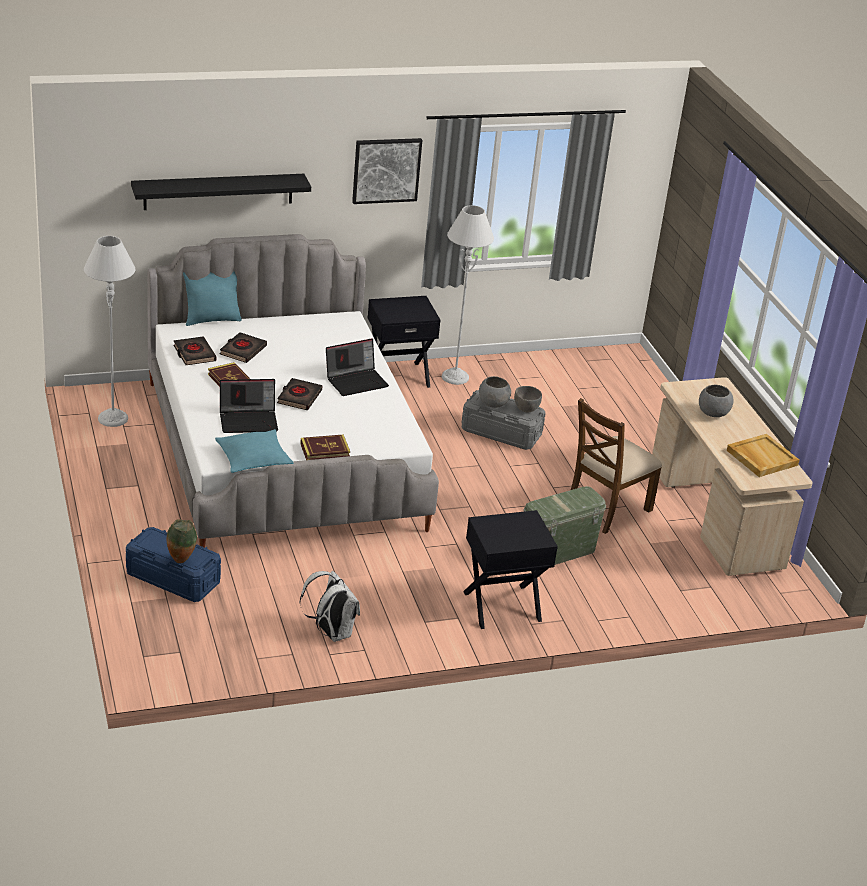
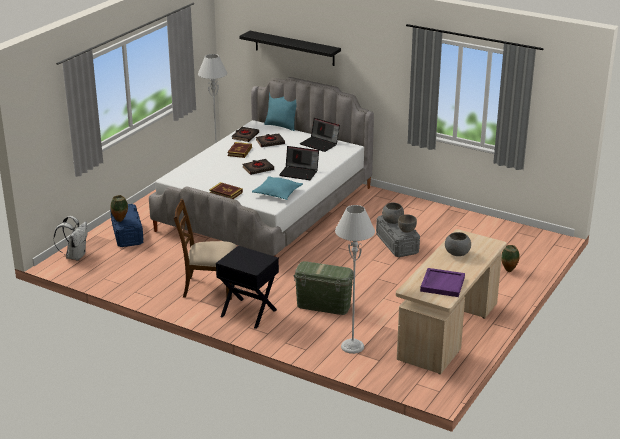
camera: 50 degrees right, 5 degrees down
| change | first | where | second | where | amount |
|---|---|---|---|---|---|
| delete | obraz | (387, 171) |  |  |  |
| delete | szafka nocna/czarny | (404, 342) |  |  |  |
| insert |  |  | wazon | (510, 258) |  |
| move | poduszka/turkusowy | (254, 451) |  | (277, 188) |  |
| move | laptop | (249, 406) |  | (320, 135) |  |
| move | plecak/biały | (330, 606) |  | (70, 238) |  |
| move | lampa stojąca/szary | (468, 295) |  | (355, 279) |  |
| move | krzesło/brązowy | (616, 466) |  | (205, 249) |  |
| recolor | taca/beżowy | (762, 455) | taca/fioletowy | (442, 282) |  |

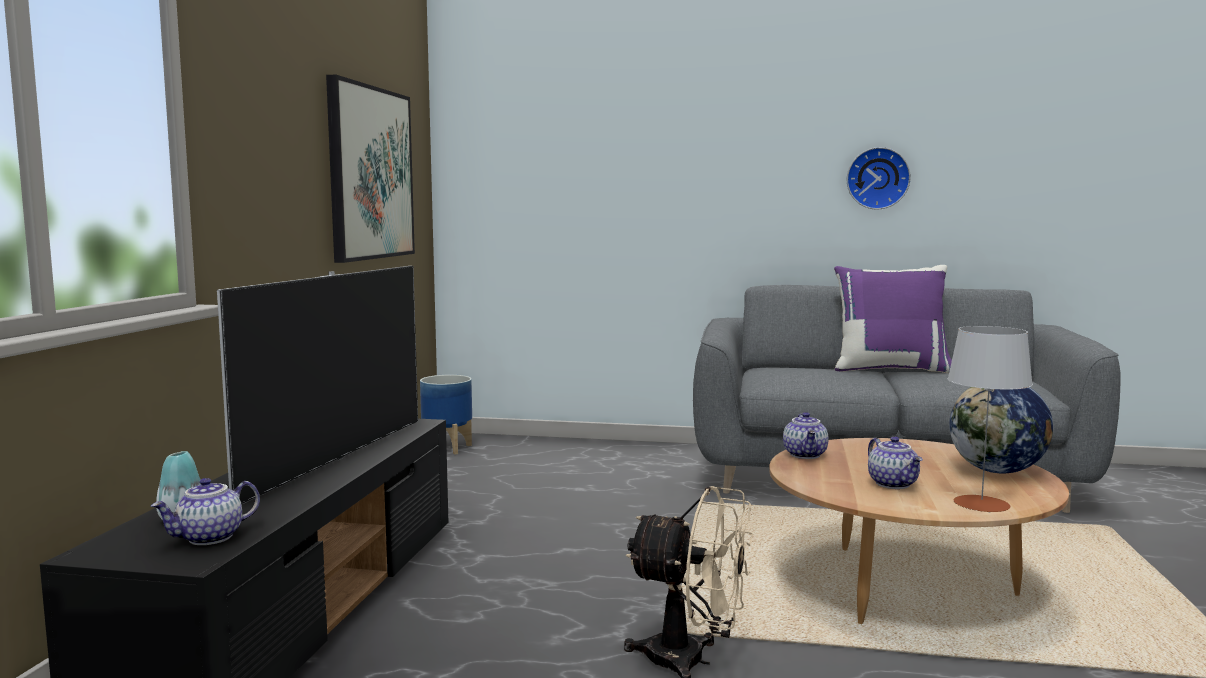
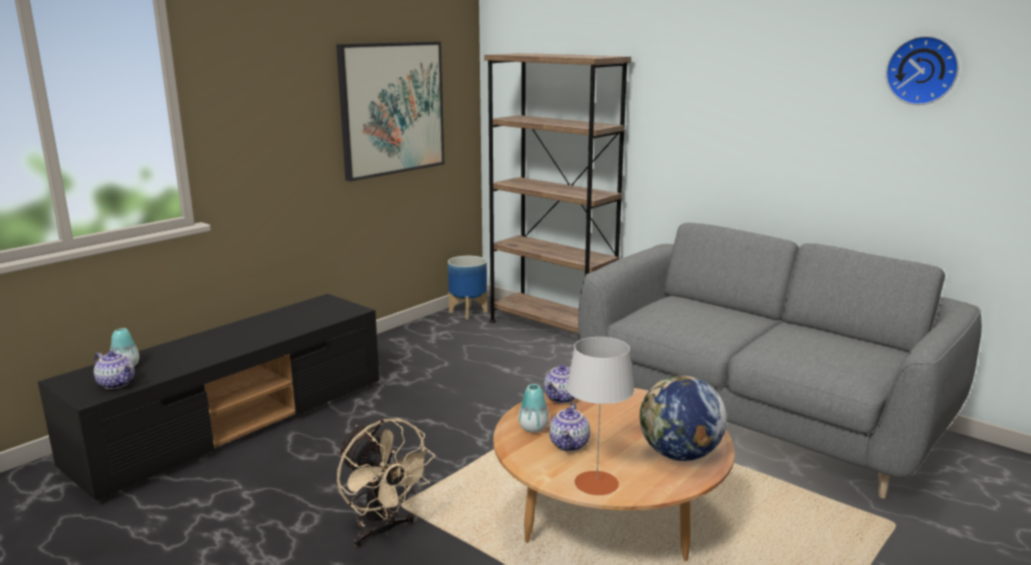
camera: 30 degrees right, 10 degrees up
| change | first | where | second | where | amount |
|---|---|---|---|---|---|
| delete | telewizor | (317, 385) |  |  |  |
| delete | poduszka/fioletowy | (893, 319) |  |  |  |
| insert |  |  | regał/brązowy | (557, 193) |  |
| insert |  |  | wazon | (534, 408) |  |
| move | zegar ścienny | (879, 178) |  | (922, 70) |  |
| rotate | imbryk | (205, 511) |  | (114, 370) | 135 degrees counterclockwise |

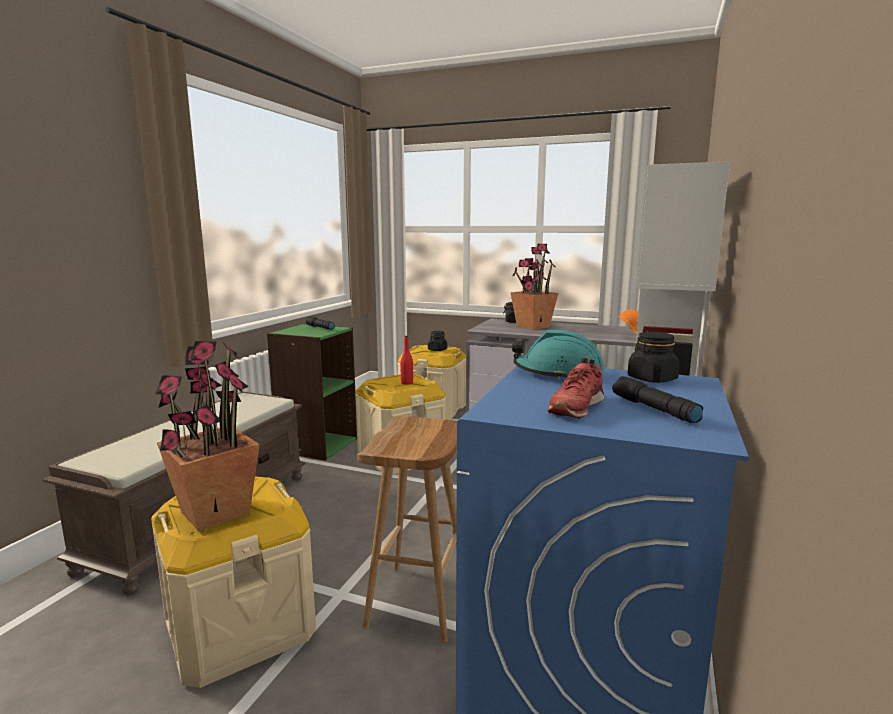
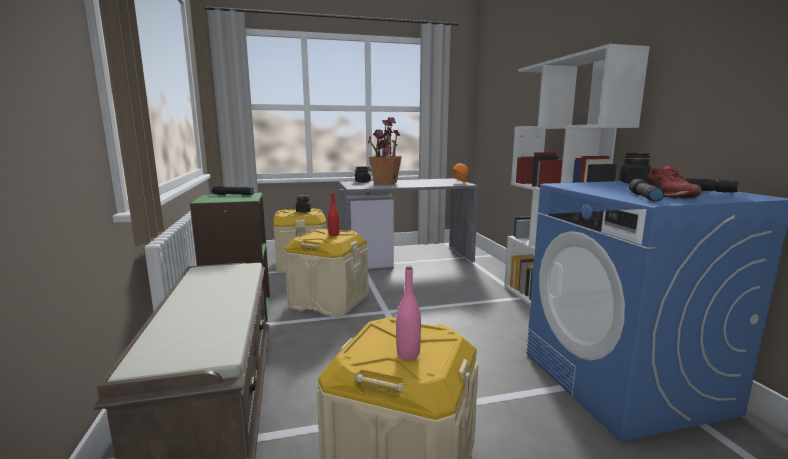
camera: 35 degrees left, 0 degrees up
| change | first | where | second | where | amount |
|---|---|---|---|---|---|
| delete | stołek/brązowy | (407, 529) |  |  |  |
| delete | kask/turkusowy | (558, 355) |  |  |  |
| insert |  |  | latarka/czarny | (646, 190) |  |
| replace | roślina doniczkowa | (207, 436) | butelka/różowy | (408, 313) |  |

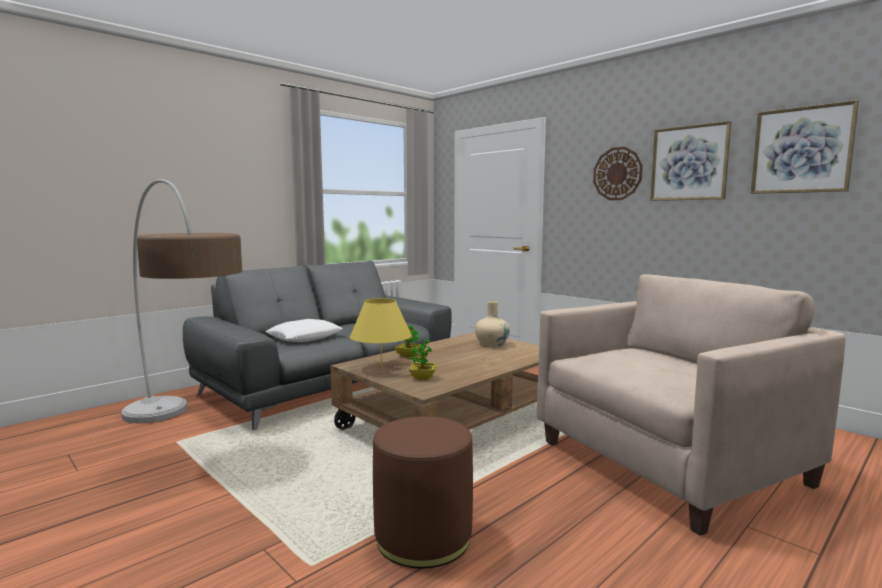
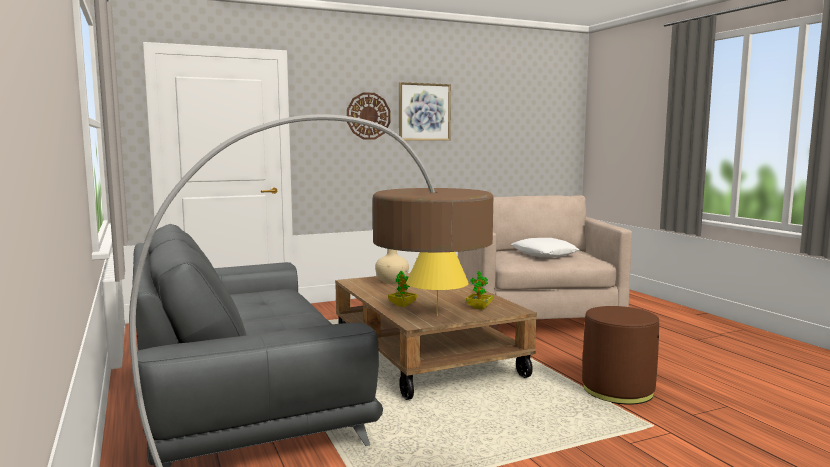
camera: 70 degrees left, 0 degrees up
| change | first | where | second | where | amount |
|---|---|---|---|---|---|
| delete | obraz | (805, 147) |  |  |  |
| move | poduszka/biały | (304, 330) |  | (545, 247) |  |

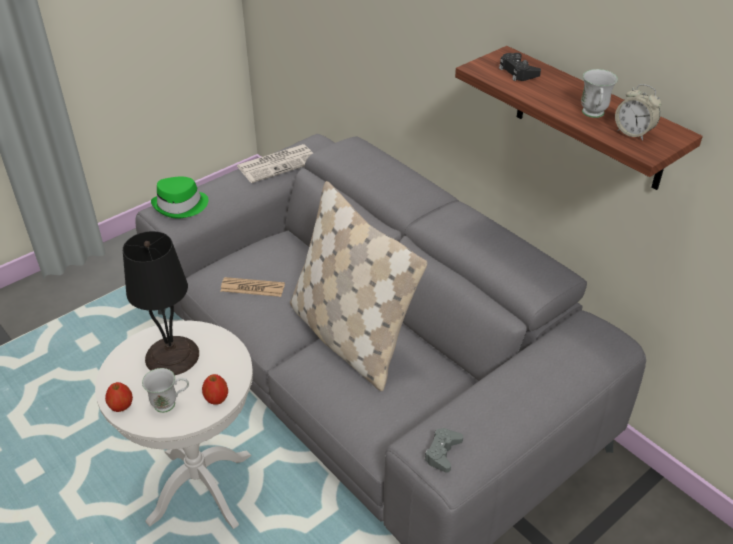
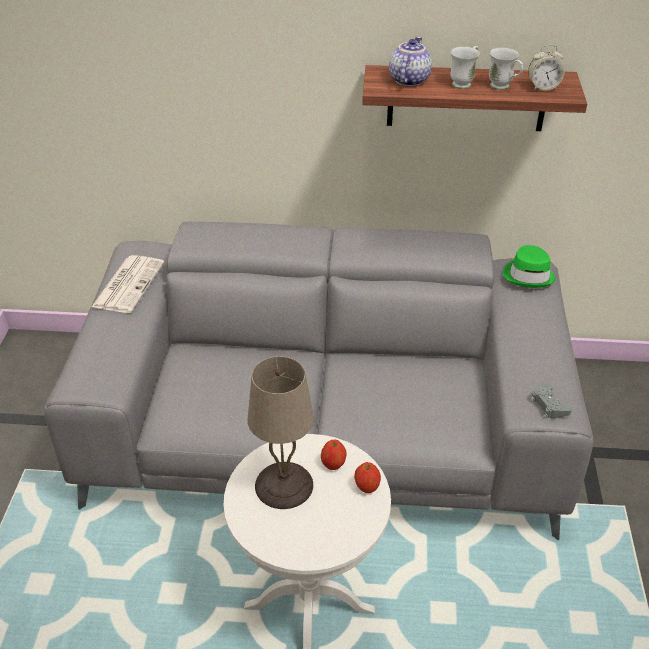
camera: 45 degrees left, 0 degrees up
| change | first | where | second | where | amount |
|---|---|---|---|---|---|
| delete | gazeta | (252, 287) |  |  |  |
| delete | poduszka/beżowy | (358, 286) |  |  |  |
| move | jabłko | (119, 397) |  | (334, 455) |  |
| move | kubek/biały | (165, 390) |  | (465, 67) |  |
| move | kapelusz/zielony | (179, 198) |  | (529, 266) |  |
| replace | pad do gier/czarny | (520, 67) | imbryk | (410, 61) |  |
| recolor | lampa stołowa/czarny | (161, 303) | lampa stołowa/beżowy | (280, 432) |  |

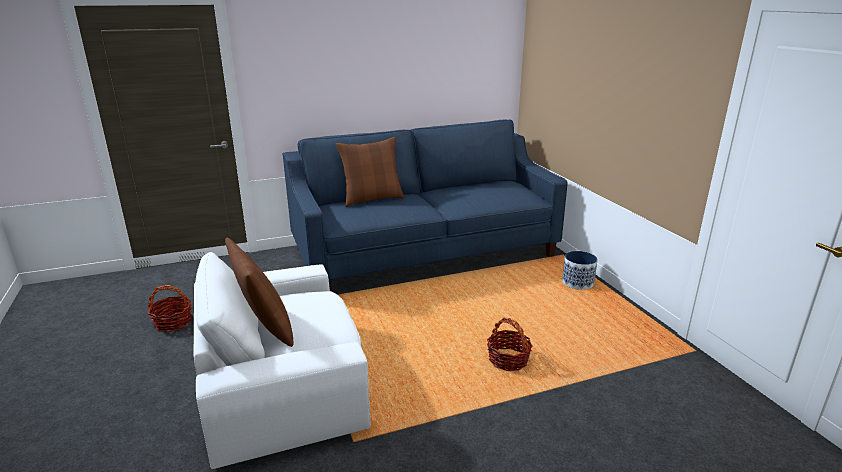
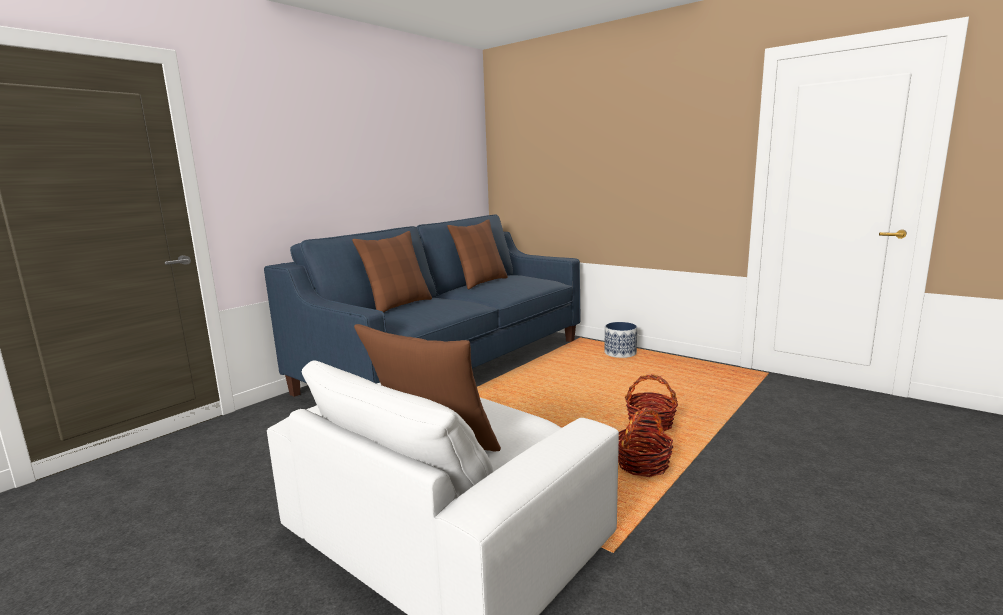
camera: 30 degrees left, 10 degrees down
| change | first | where | second | where | amount |
|---|---|---|---|---|---|
| insert |  |  | poduszka/brązowy | (477, 254) |  |
| move | koszyk | (169, 308) |  | (645, 442) |  |

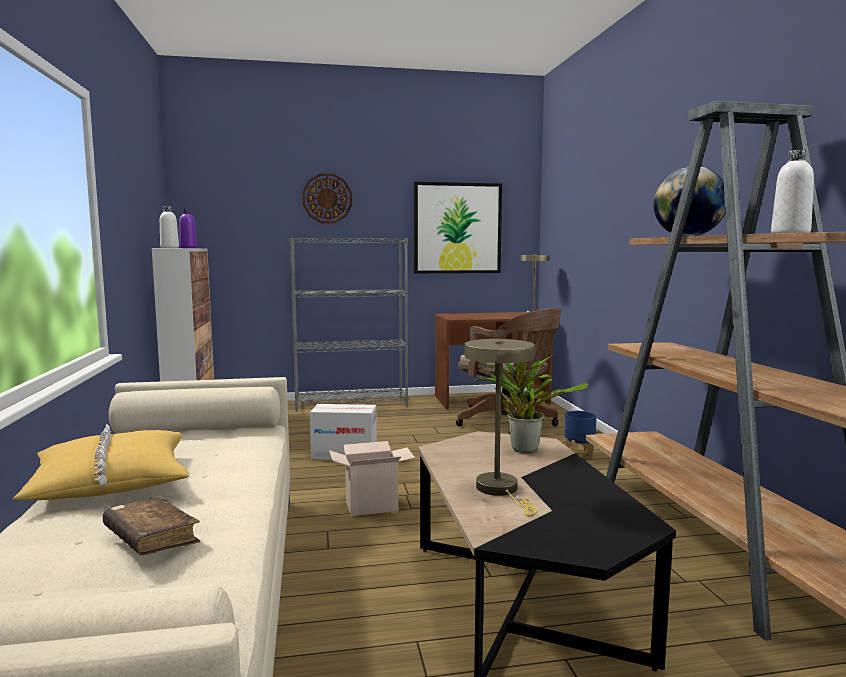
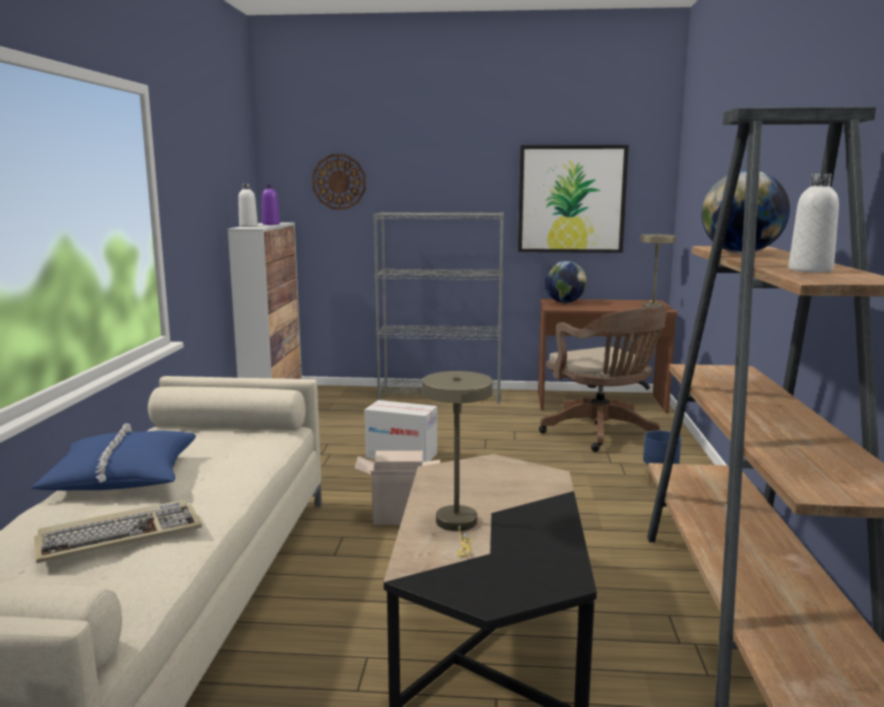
camera: 15 degrees right, 5 degrees up
| change | first | where | second | where | amount |
|---|---|---|---|---|---|
| delete | roślina doniczkowa | (530, 403) |  |  |  |
| insert |  |  | globus | (565, 282) |  |
| move | zegar ścienny | (327, 198) |  | (339, 182) |  |
| replace | książka/brązowy | (151, 525) | klawiatura | (118, 531) |  |
| recolor | poduszka/żółty | (100, 462) | poduszka/niebieski | (113, 457) |  |

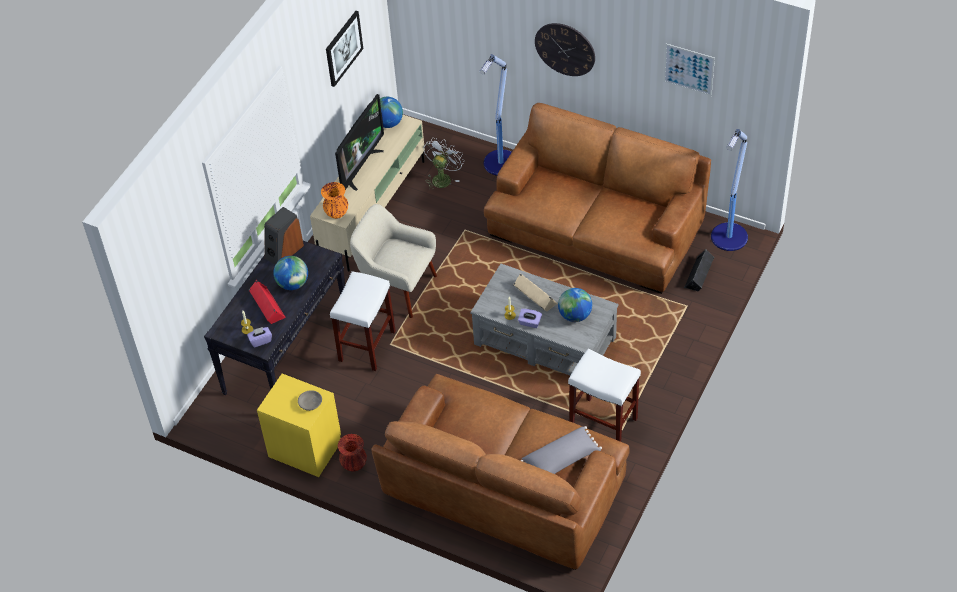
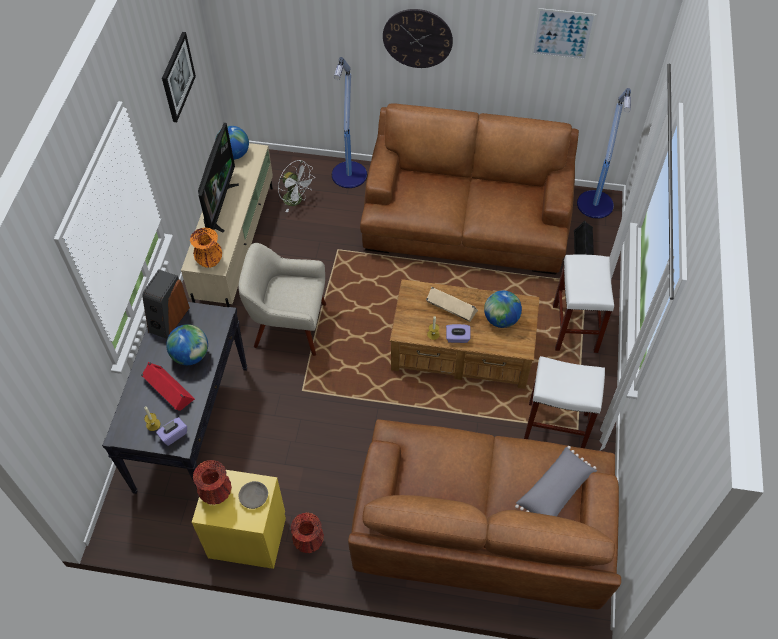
camera: 20 degrees left, 5 degrees up
| change | first | where | second | where | amount |
|---|---|---|---|---|---|
| insert |  |  | wazon/czerwony | (212, 482) |  |
| move | stołek/biały | (363, 321) |  | (583, 303) |  |
| recolor | ława/szary | (544, 320) | ława/brązowy | (465, 334) |  |
| rotate | wentylator/biały | (443, 164) |  | (295, 186) | 120 degrees clockwise |

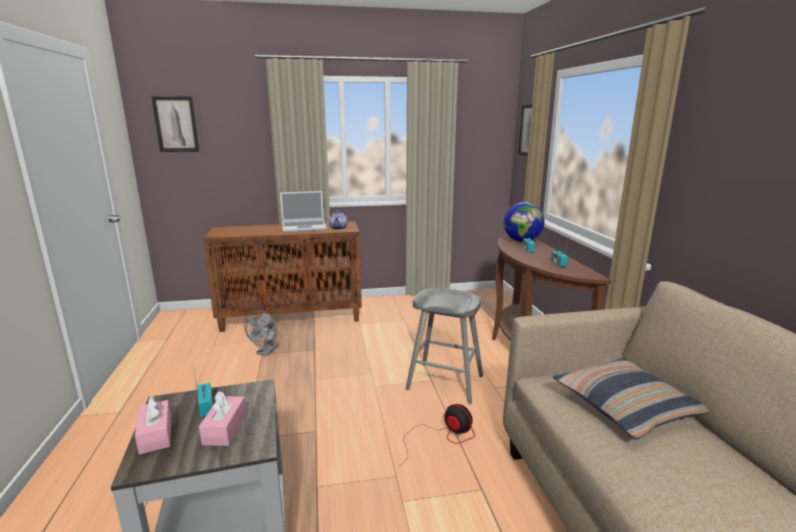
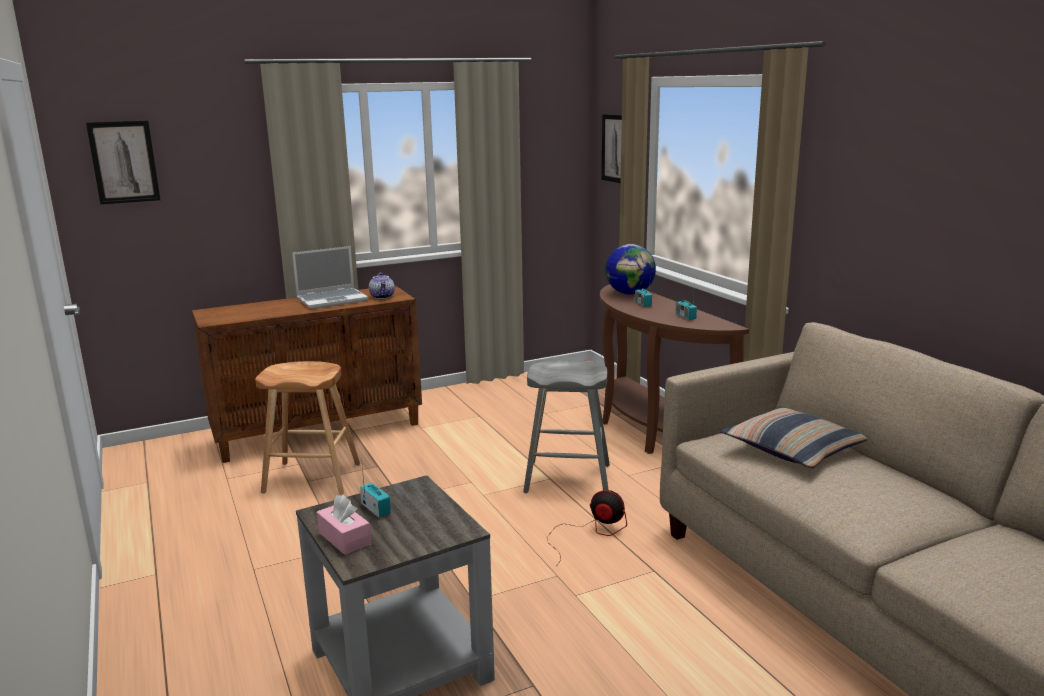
camera: 15 degrees left, 0 degrees up
| change | first | where | second | where | amount |
|---|---|---|---|---|---|
| delete | pudełko chusteczek/różowy | (222, 418) |  |  |  |
| replace | wentylator/szary | (262, 333) | stołek/brązowy | (307, 427) |  |

